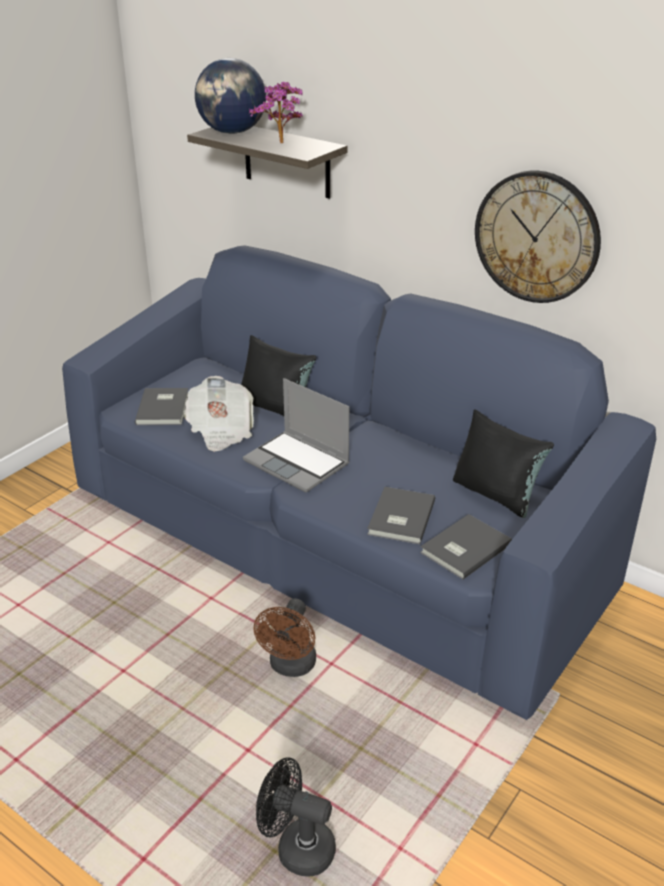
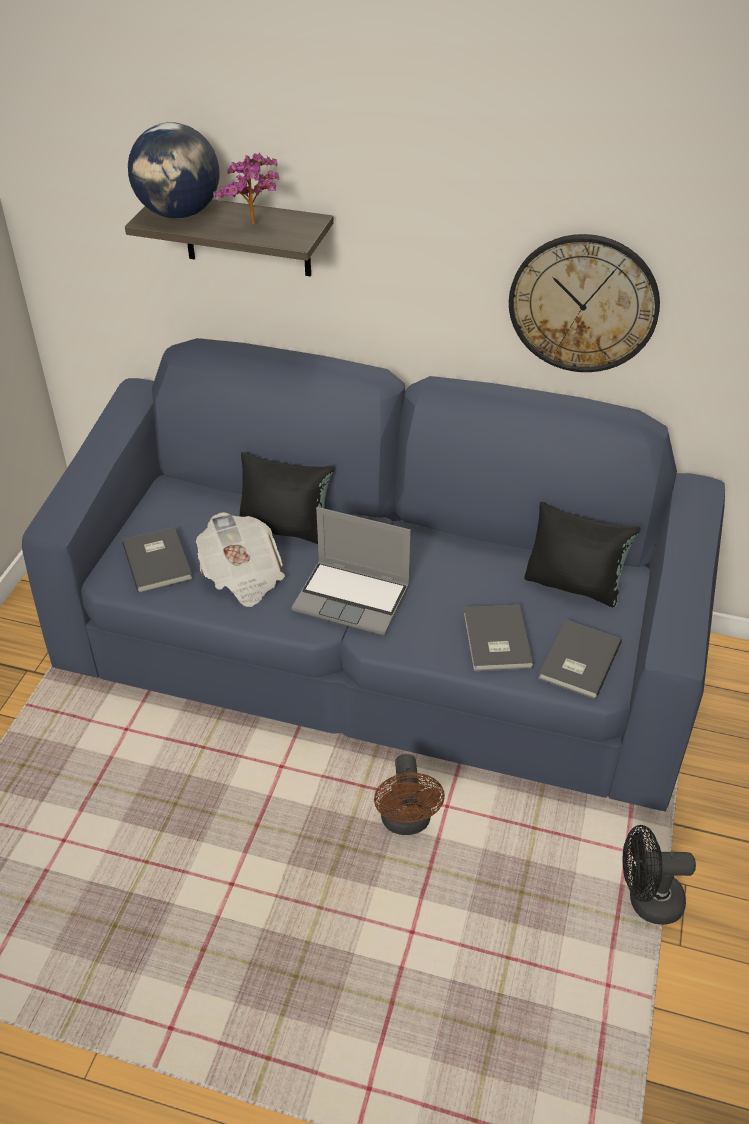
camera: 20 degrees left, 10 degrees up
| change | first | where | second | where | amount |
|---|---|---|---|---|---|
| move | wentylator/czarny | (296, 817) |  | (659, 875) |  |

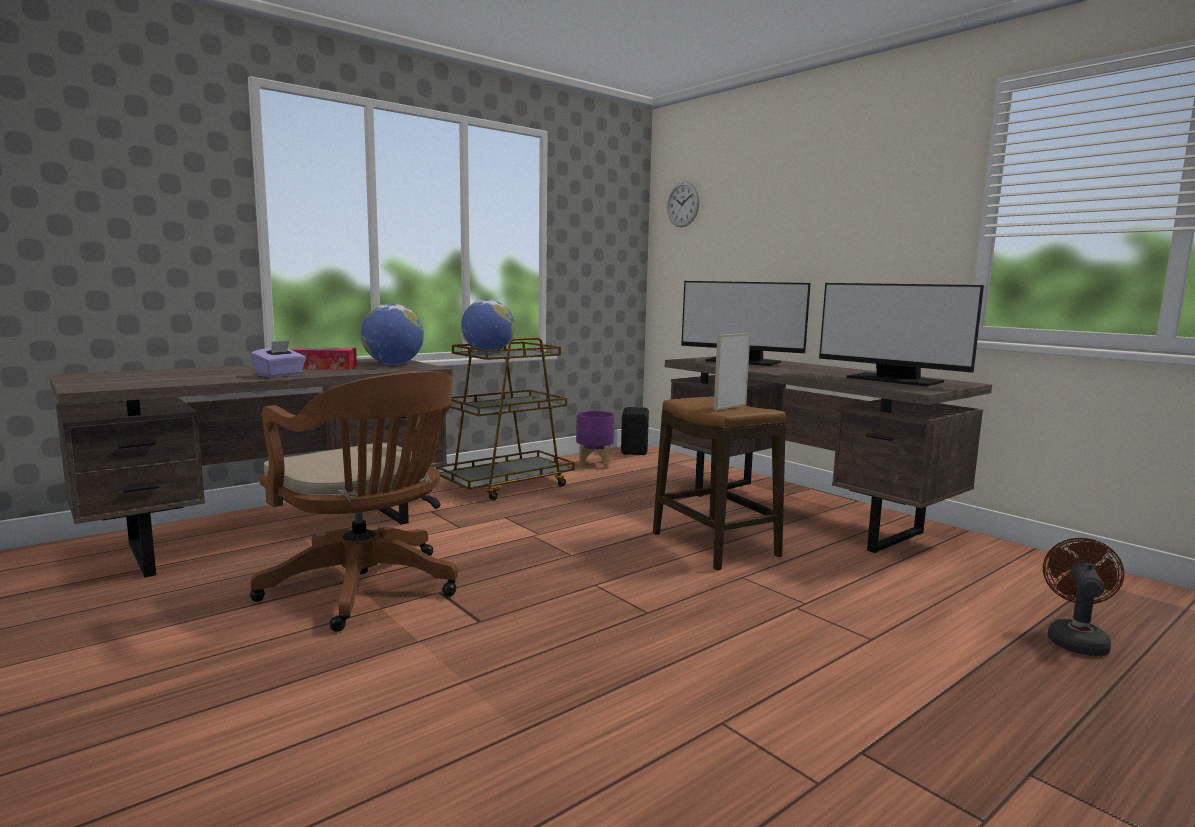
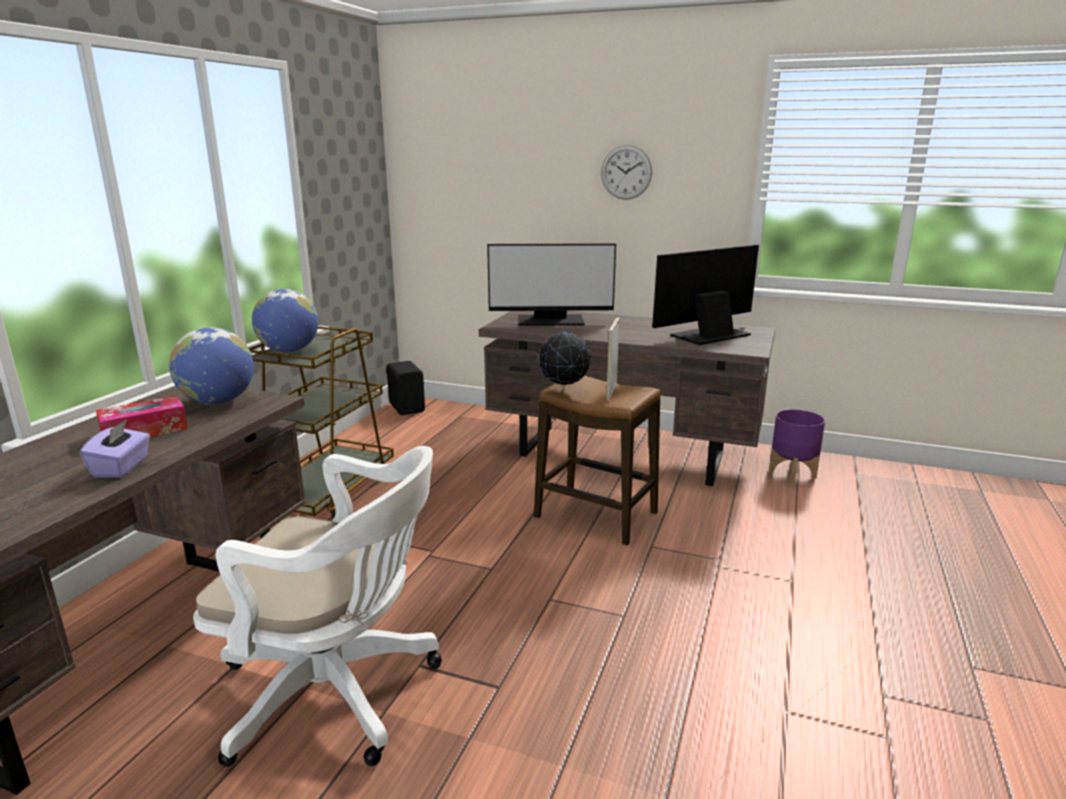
camera: 30 degrees left, 10 degrees up
| change | first | where | second | where | amount |
|---|---|---|---|---|---|
| delete | wentylator/brązowy | (1083, 597) |  |  |  |
| insert |  |  | globus | (564, 359) |  |
| move | donica/fioletowy | (595, 440) |  | (797, 447) |  |
| move | zegar ścienny | (683, 204) |  | (626, 172) |  |
| recolor | krzesło biurowe/brązowy | (354, 501) | krzesło biurowe/biały | (317, 606) |  |
| rotate | monitor | (901, 335) |  | (705, 295) | 135 degrees clockwise |

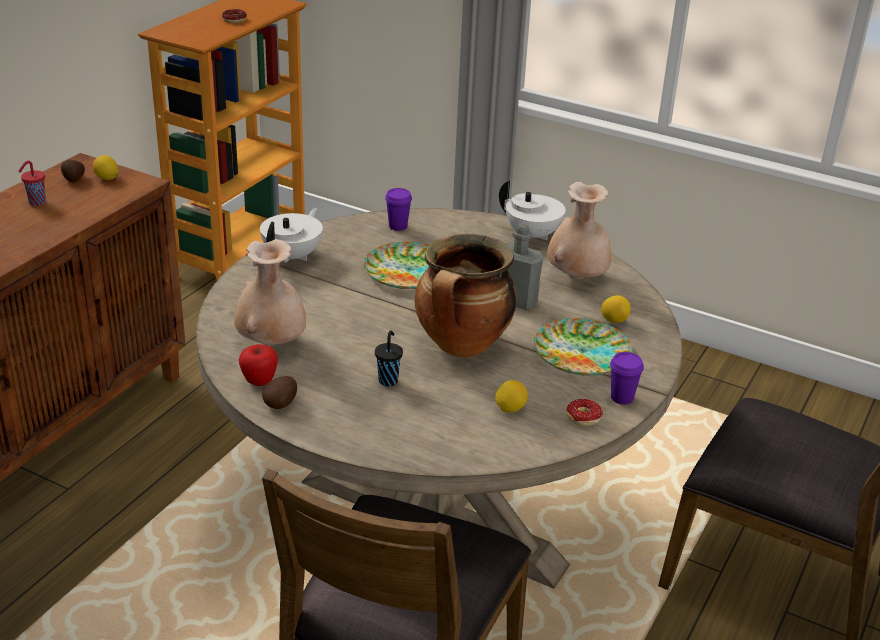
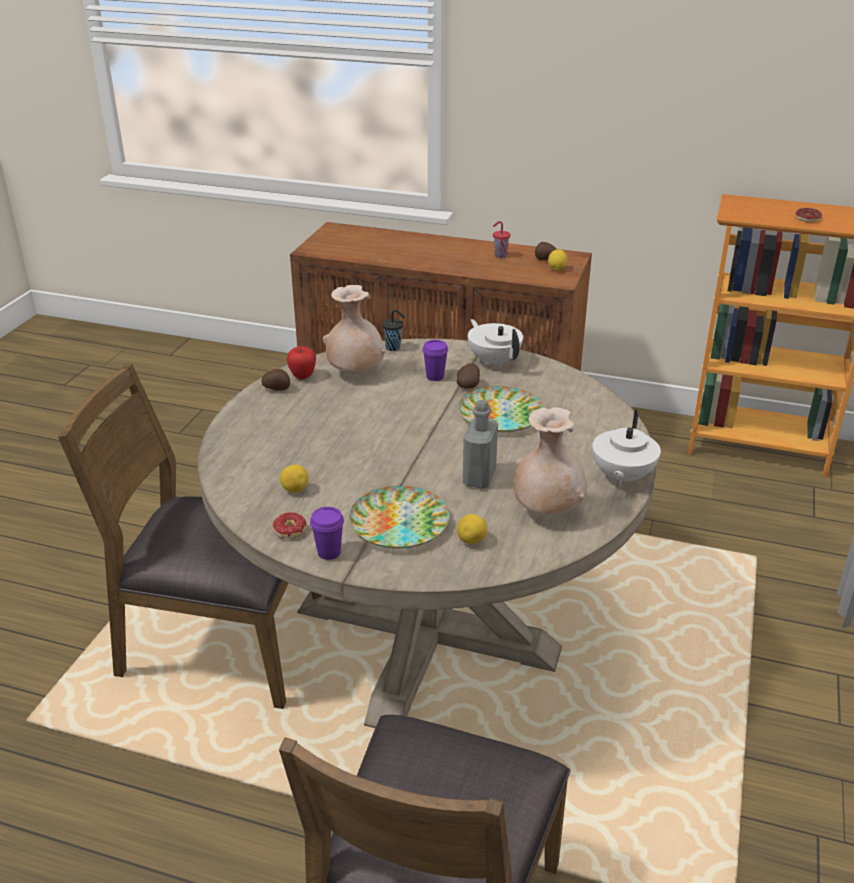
camera: 80 degrees right, 0 degrees up
| change | first | where | second | where | amount |
|---|---|---|---|---|---|
| delete | garnek | (466, 296) |  |  |  |
| insert |  |  | ziemniak | (468, 376) |  |
| move | filiżanka/czarny | (389, 358) |  | (393, 330) |  |
| move | filiżanka/fioletowy | (398, 209) |  | (435, 360) |  |
| rotate | imbryk/biały | (291, 235) |  | (495, 343) | 135 degrees counterclockwise |

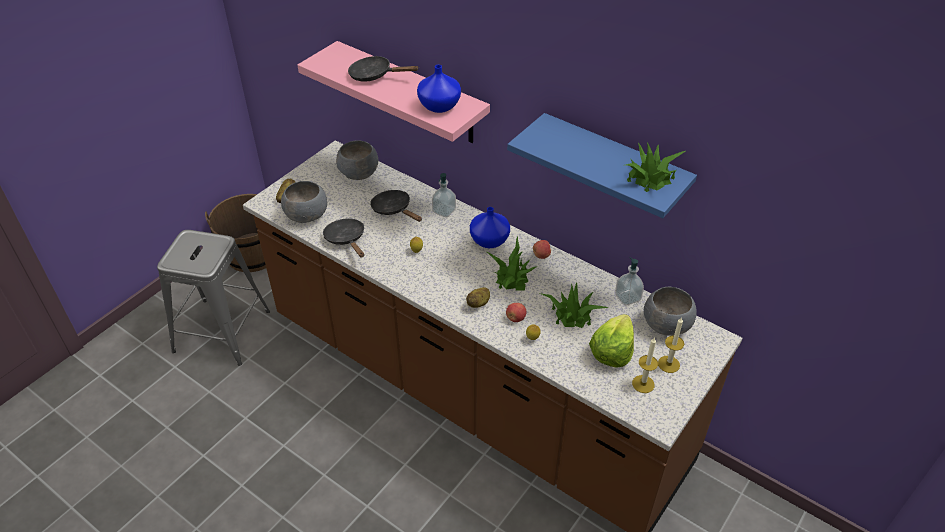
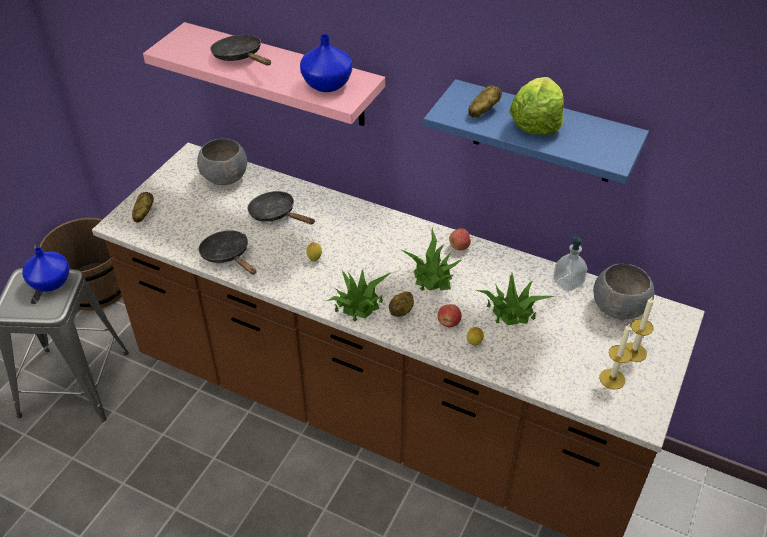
camera: 10 degrees left, 0 degrees up
| change | first | where | second | where | amount |
|---|---|---|---|---|---|
| delete | miska/szary | (304, 202) |  |  |  |
| delete | dozownik mydła | (444, 195) |  |  |  |
| insert |  |  | ziemniak | (485, 101) |  |
| move | wazon/niebieski | (490, 227) |  | (46, 269) |  |
| move | sałata | (611, 341) |  | (536, 106) |  |
| move | roślina doniczkowa | (656, 167) |  | (358, 295) |  |
| rotate | patelnia/czarny | (383, 69) |  | (240, 50) | 45 degrees clockwise |

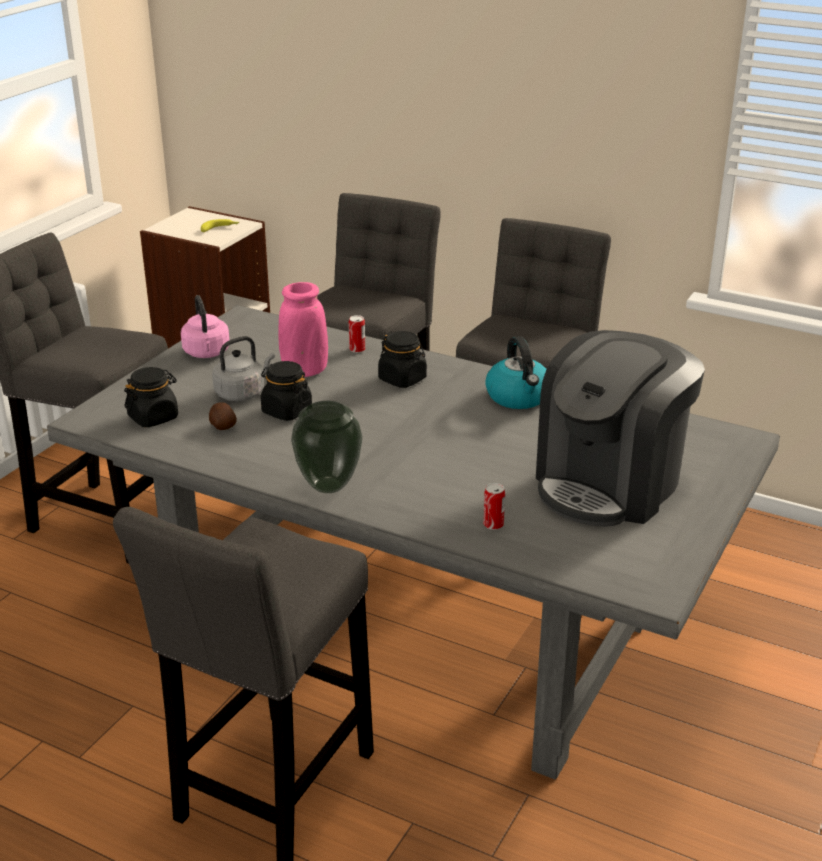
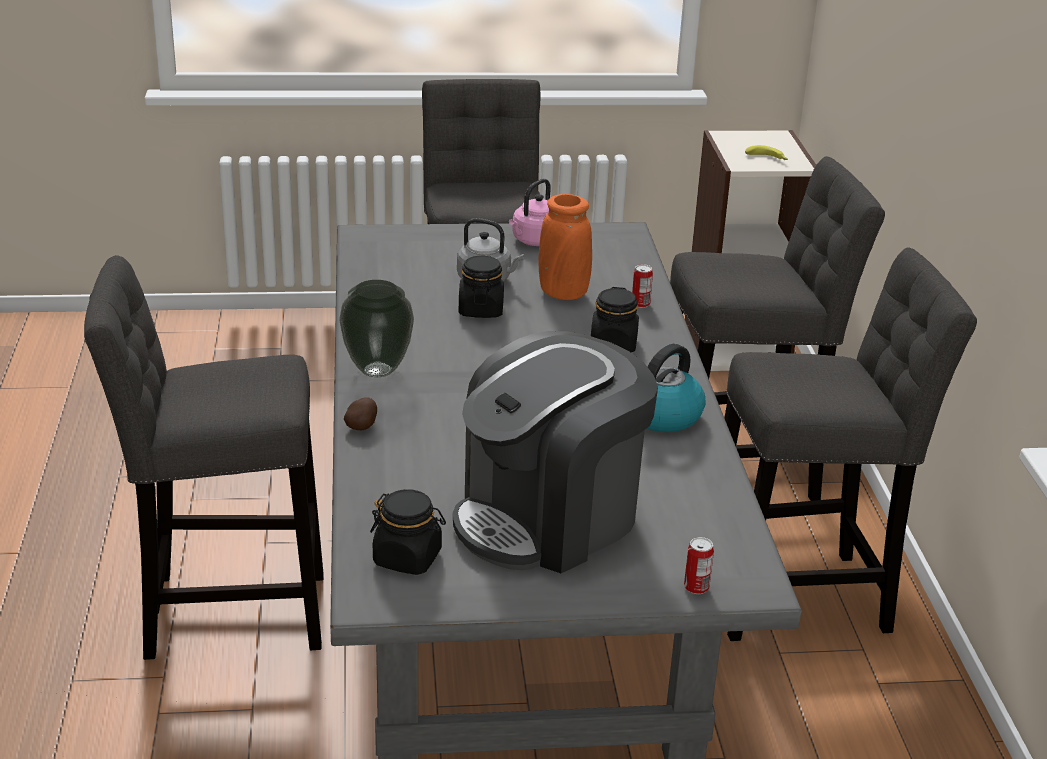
camera: 55 degrees right, 0 degrees up
| change | first | where | second | where | amount |
|---|---|---|---|---|---|
| move | słoik/czarny | (151, 397) |  | (408, 532) |  |
| move | ziemniak | (223, 416) |  | (360, 413) |  |
| move | puszka | (494, 506) |  | (699, 565) |  |
| recolor | wazon/różowy | (303, 329) | wazon/pomarańczowy | (565, 247) |  |
| rotate | ekspres do kawy | (620, 428) |  | (555, 452) | 45 degrees counterclockwise |

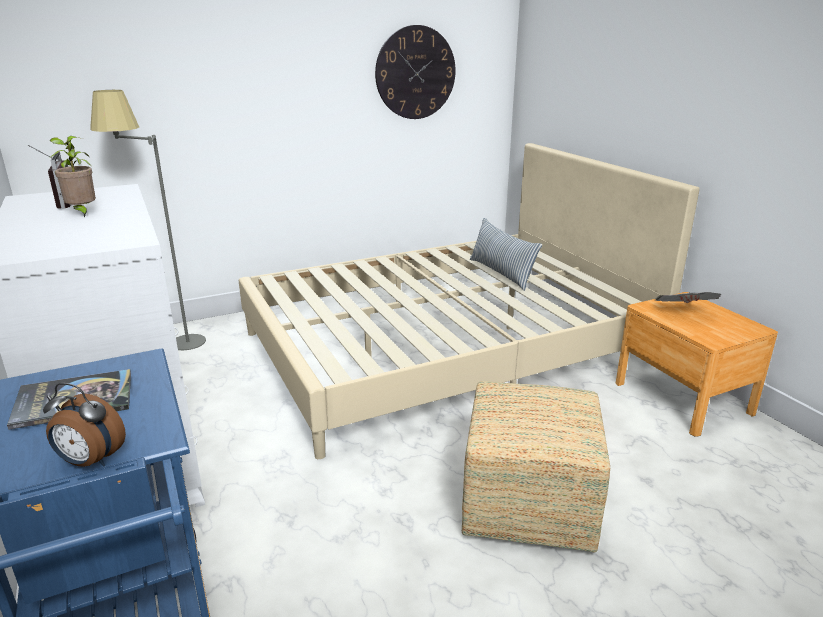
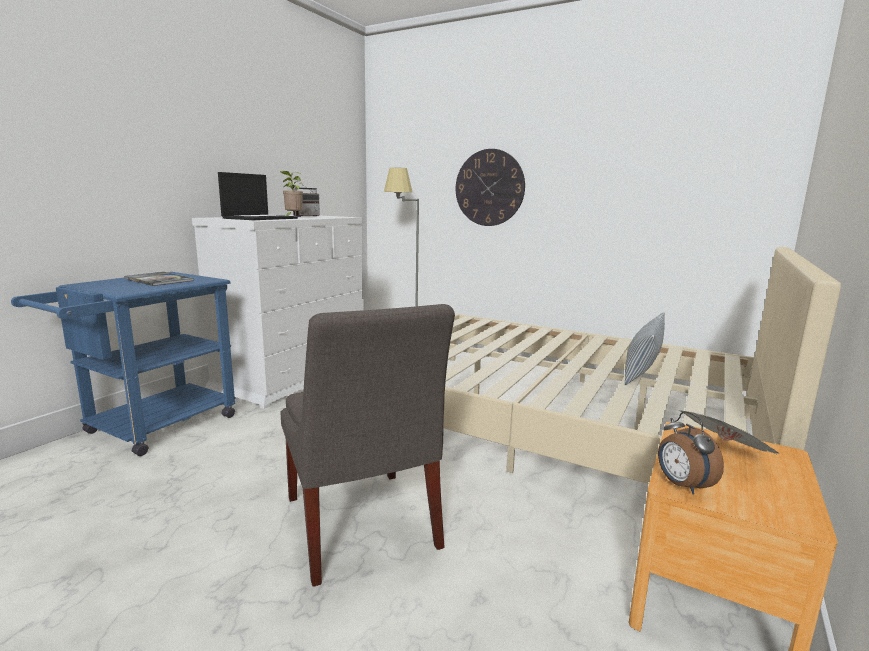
camera: 55 degrees right, 10 degrees down
| change | first | where | second | where | amount |
|---|---|---|---|---|---|
| insert |  |  | laptop | (258, 196) |  |
| move | budzik | (84, 425) |  | (691, 453) |  |
| move | zegar ścienny | (415, 72) |  | (490, 187) |  |
| replace | pufa | (536, 466) | krzesło/szary | (367, 445) |  |

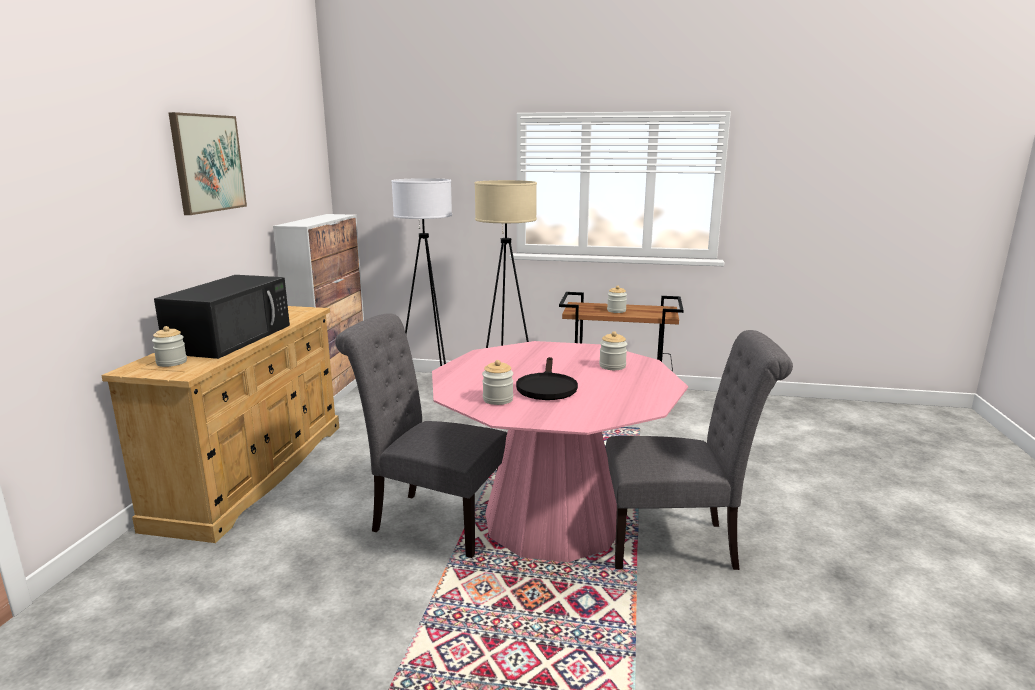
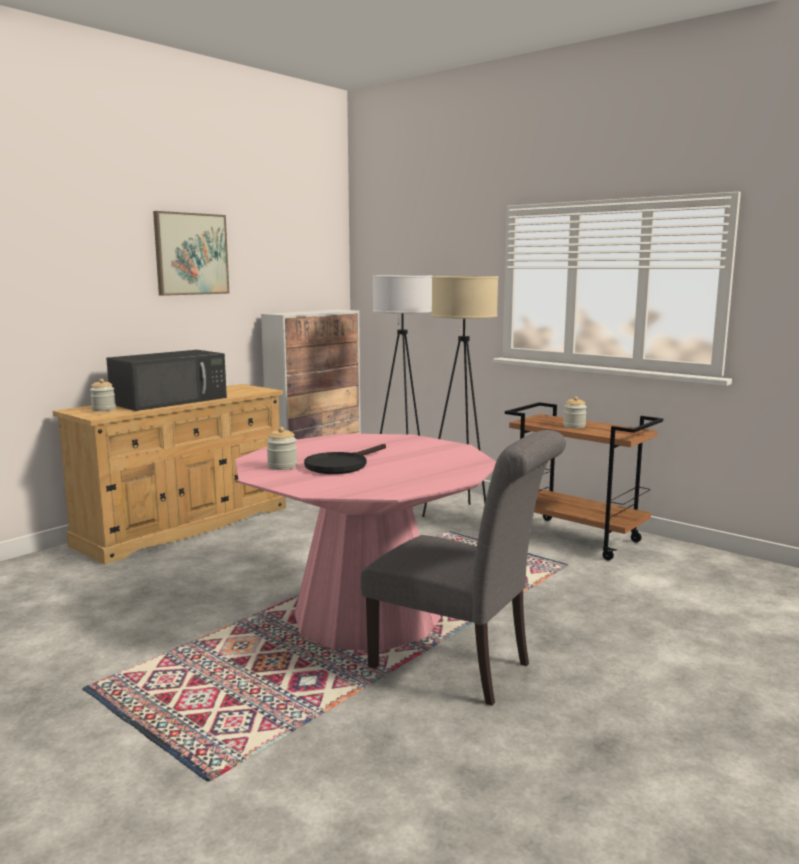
camera: 30 degrees right, 5 degrees down
| change | first | where | second | where | amount |
|---|---|---|---|---|---|
| delete | krzesło/szary | (421, 435) |  |  |  |
| delete | słoik | (613, 350) |  |  |  |

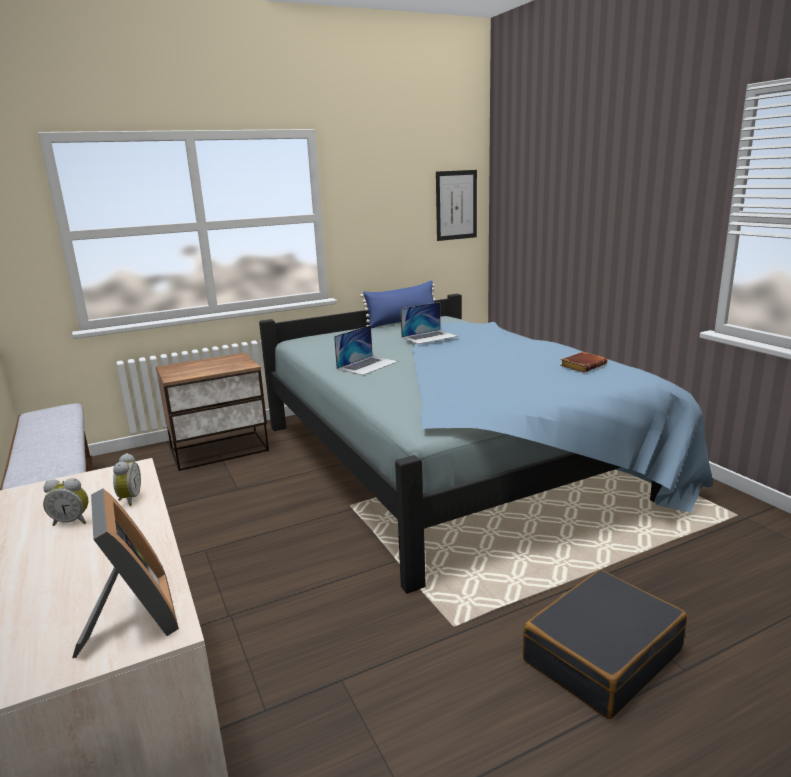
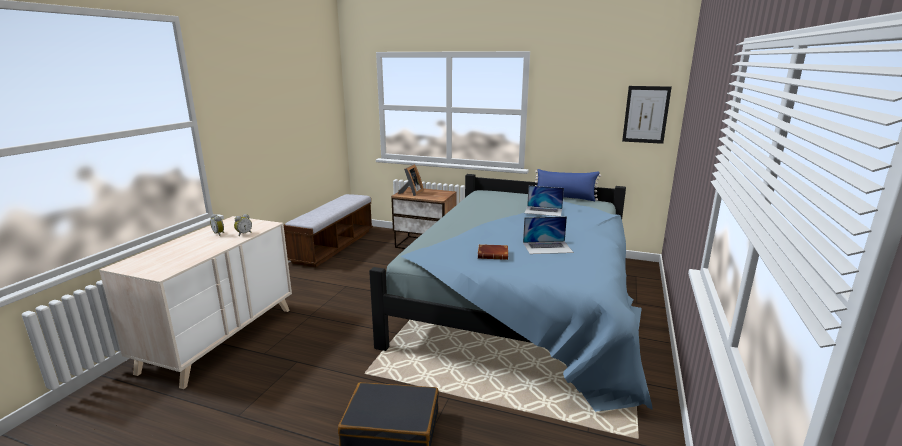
camera: 45 degrees right, 0 degrees up
| change | first | where | second | where | amount |
|---|---|---|---|---|---|
| move | ramka na zdjęcie | (125, 573) |  | (411, 180) |  |
| move | laptop | (366, 350) |  | (548, 235) |  |
| move | książka/brązowy | (583, 362) |  | (493, 252) |  |

